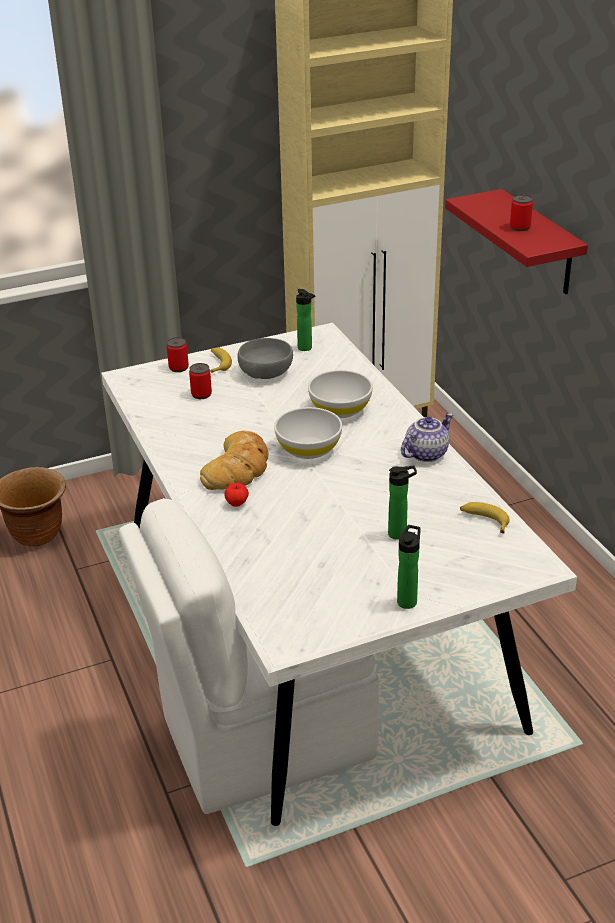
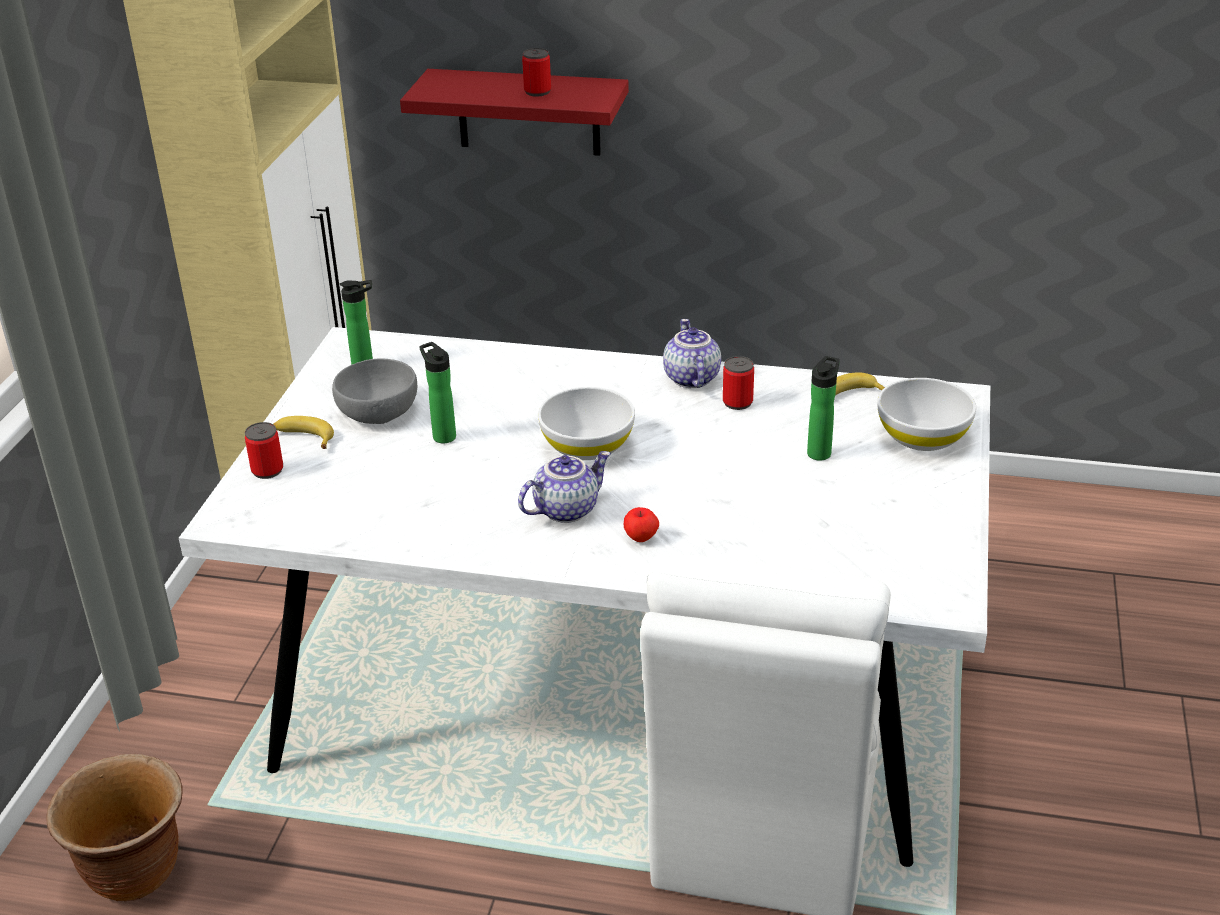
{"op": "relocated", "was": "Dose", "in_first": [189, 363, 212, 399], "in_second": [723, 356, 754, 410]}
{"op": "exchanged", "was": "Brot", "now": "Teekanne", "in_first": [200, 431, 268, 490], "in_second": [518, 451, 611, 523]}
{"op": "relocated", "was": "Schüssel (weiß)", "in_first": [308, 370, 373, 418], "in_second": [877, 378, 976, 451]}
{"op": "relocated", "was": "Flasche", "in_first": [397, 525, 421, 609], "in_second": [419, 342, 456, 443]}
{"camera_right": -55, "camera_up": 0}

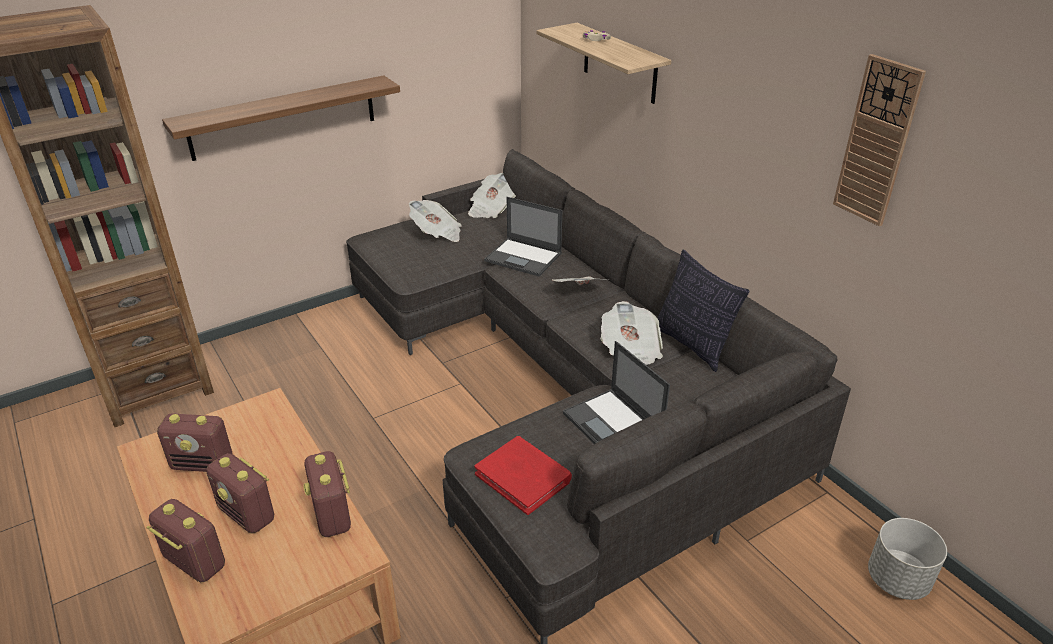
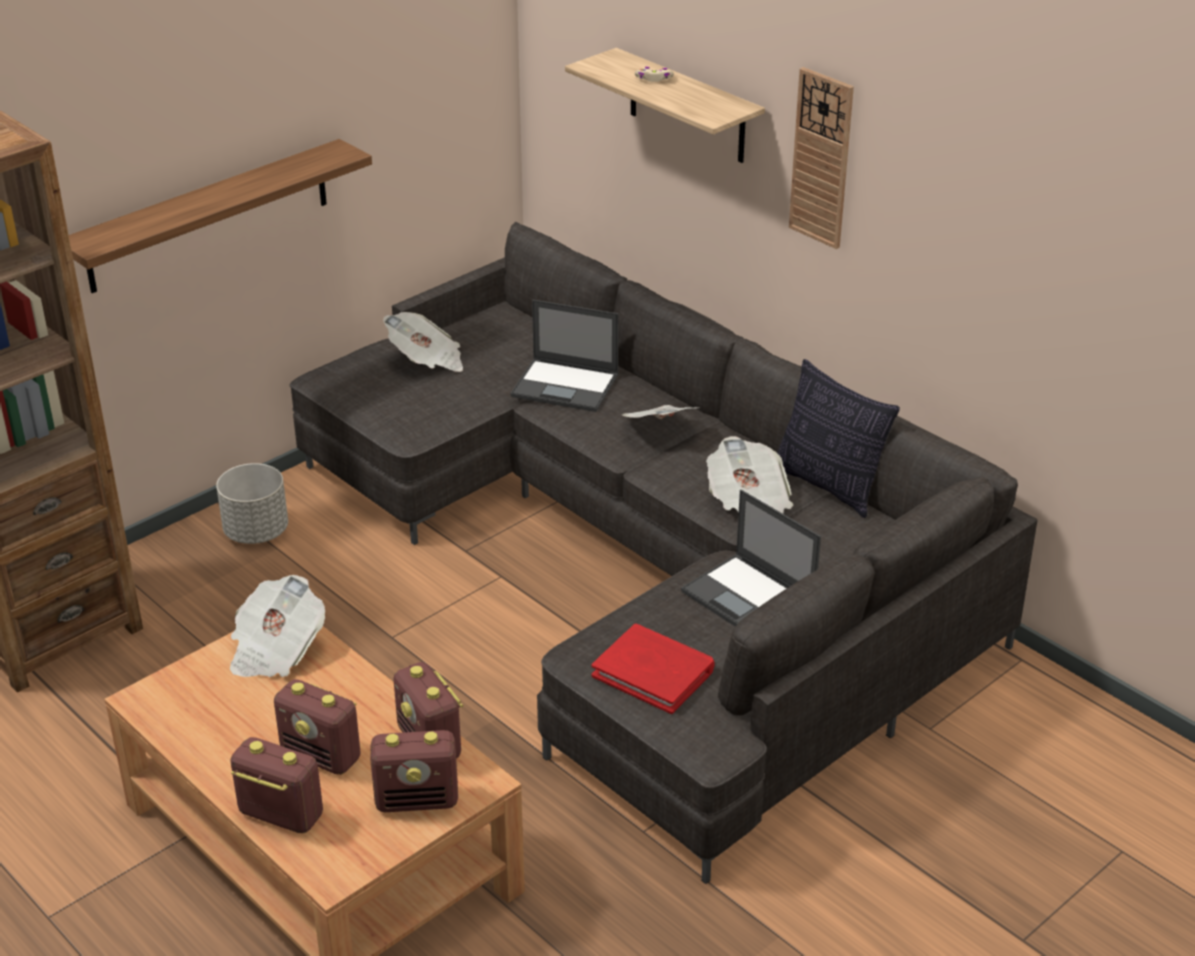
{"op": "relocated", "was": "Radio", "in_first": [157, 413, 233, 472], "in_second": [370, 730, 458, 812]}
{"op": "relocated", "was": "Zeitung", "in_first": [468, 173, 516, 218], "in_second": [230, 575, 325, 677]}
{"op": "relocated", "was": "Wanduhr", "in_first": [833, 54, 926, 226], "in_second": [789, 67, 854, 249]}
{"op": "relocated", "was": "Pflanzkübel (grau)", "in_first": [868, 518, 947, 600], "in_second": [216, 463, 288, 544]}
{"camera_right": -10, "camera_up": 0}

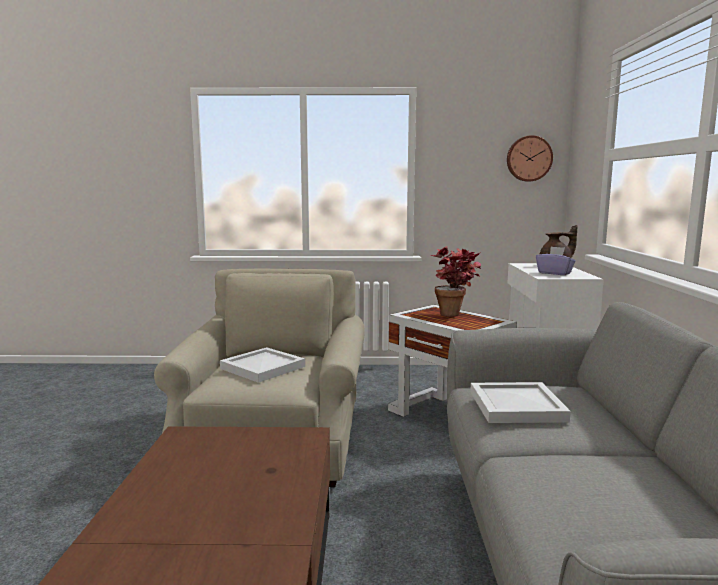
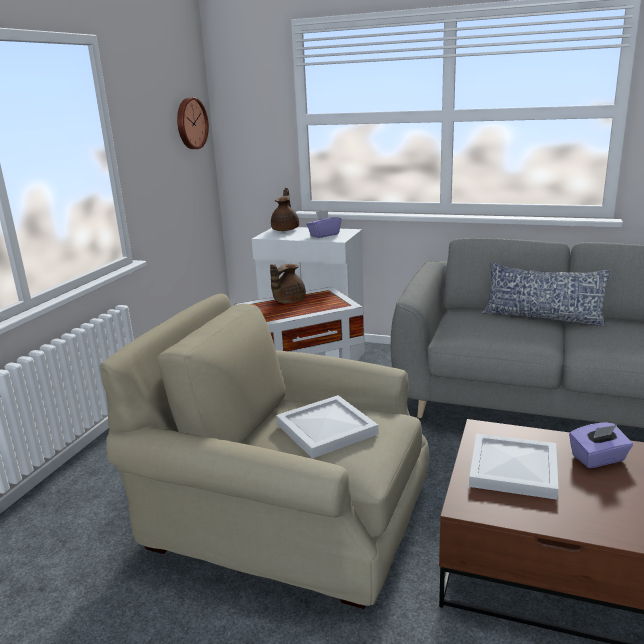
{"op": "exchanged", "was": "Topfpflanze", "now": "Teekanne (braun)", "in_first": [430, 246, 481, 317], "in_second": [270, 264, 306, 304]}
{"op": "relocated", "was": "Tablett (weiß)", "in_first": [470, 382, 571, 423], "in_second": [469, 433, 559, 500]}
{"op": "appeared", "now": "Kissen", "in_second": [482, 262, 612, 326]}
{"op": "appeared", "now": "Taschentuchbox (lila)", "in_second": [569, 422, 633, 468]}
{"camera_right": -70, "camera_up": 10}

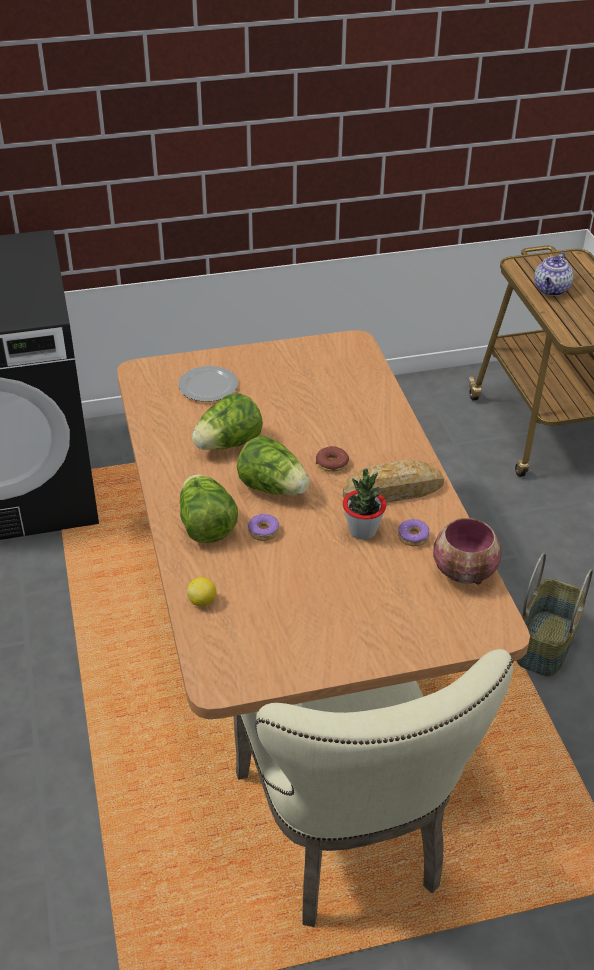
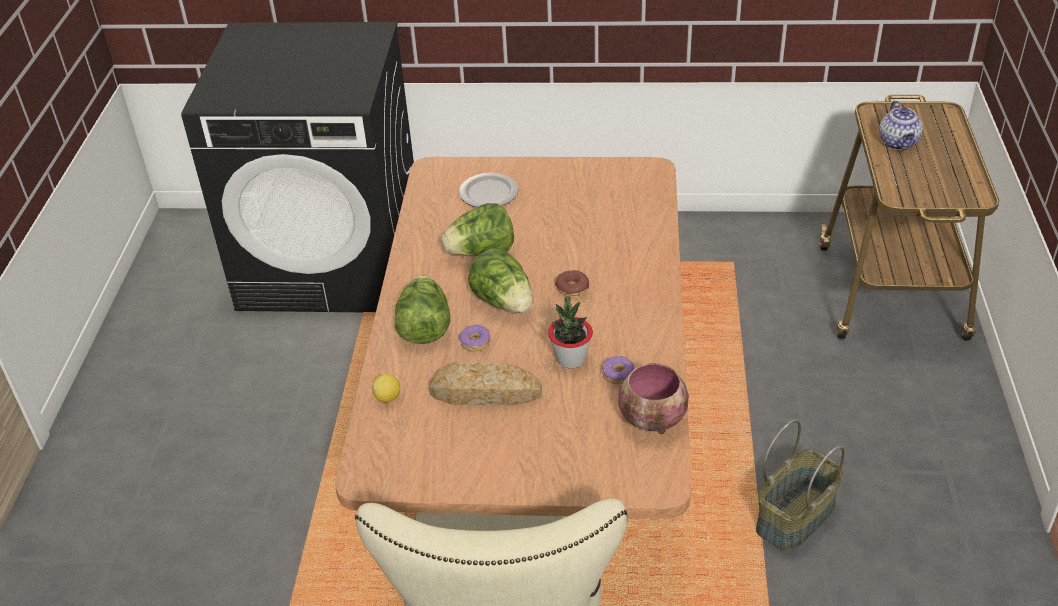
{"op": "relocated", "was": "Brot", "in_first": [343, 460, 444, 503], "in_second": [429, 362, 542, 406]}
{"op": "spun", "was": "Teekanne", "in_first": [534, 252, 573, 296], "in_second": [879, 101, 923, 150], "clockwise": -45}
{"camera_right": 20, "camera_up": 0}

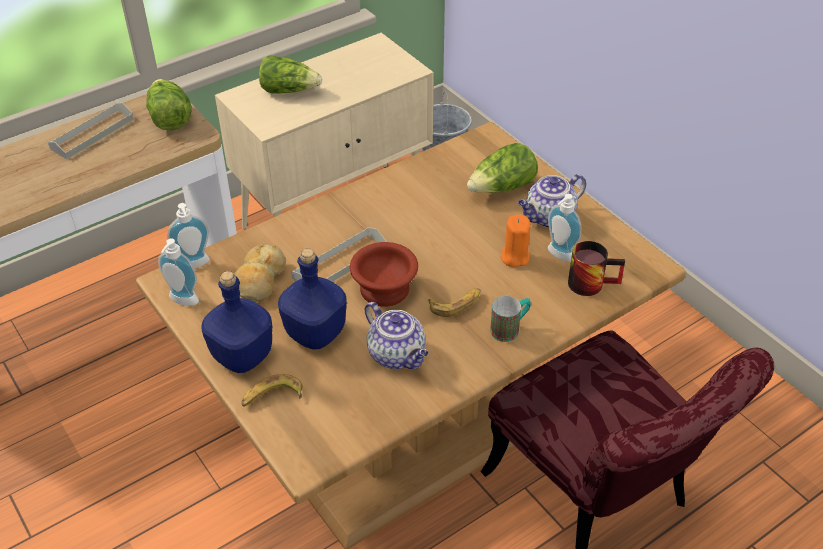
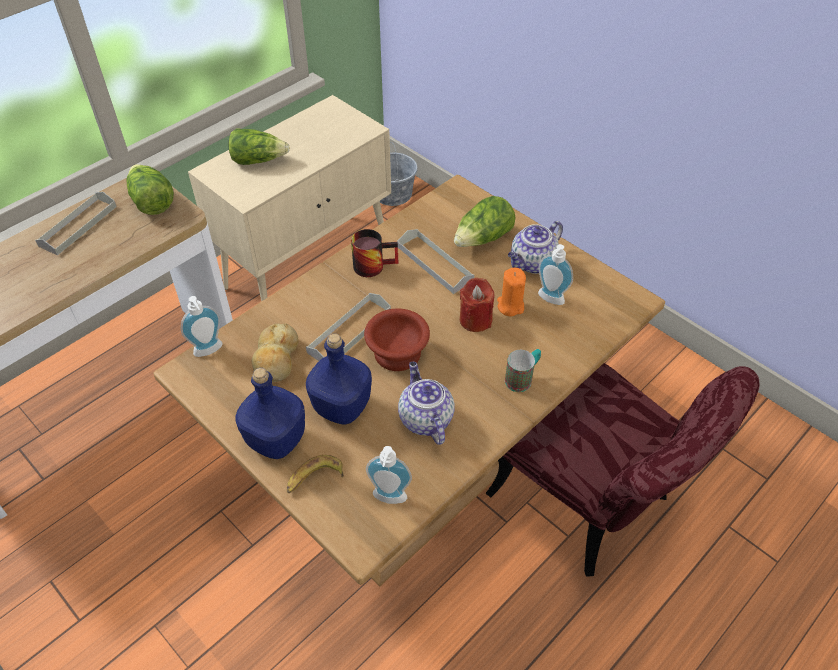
{"op": "relocated", "was": "Seifenspender", "in_first": [158, 238, 199, 305], "in_second": [366, 446, 412, 504]}
{"op": "spun", "was": "Teekanne", "in_first": [365, 302, 429, 369], "in_second": [398, 362, 455, 445], "clockwise": -150}
{"op": "missing", "was": "Banane", "in_first": [428, 288, 481, 317]}
{"op": "relocated", "was": "Henkelbecher", "in_first": [568, 241, 625, 296], "in_second": [351, 229, 398, 277]}
{"op": "appeared", "now": "Tablett (grau)", "in_second": [397, 229, 475, 294]}
{"op": "appeared", "now": "Kerze (rot)", "in_second": [460, 278, 494, 332]}
{"camera_right": -10, "camera_up": 5}

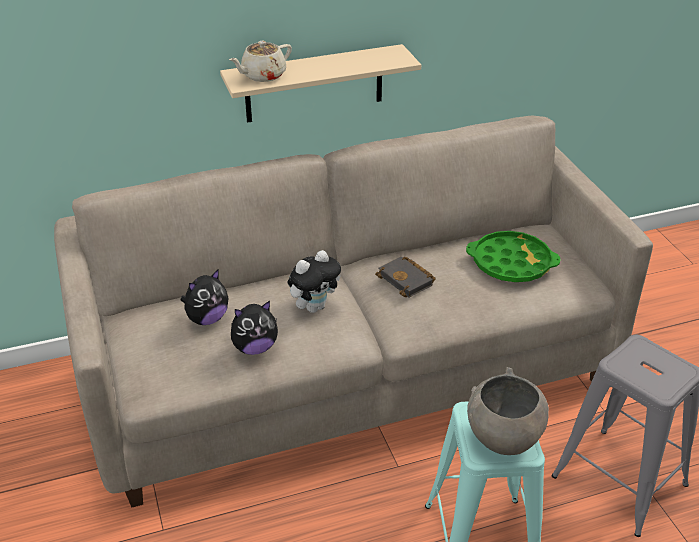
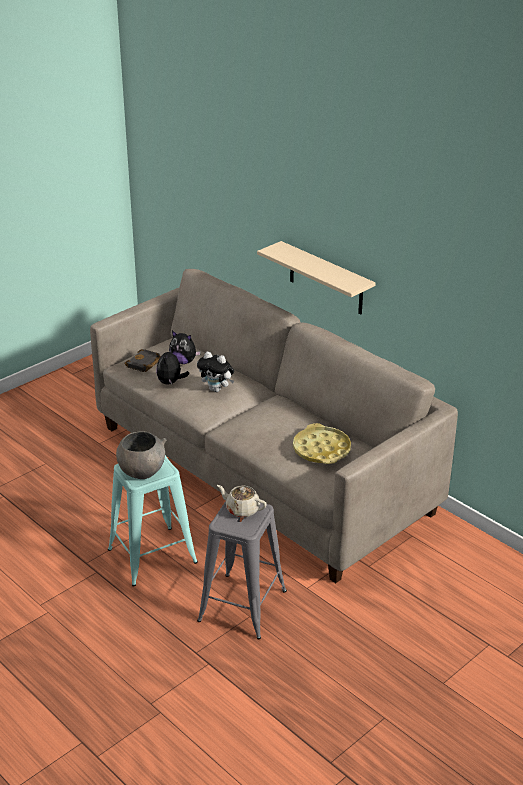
{"op": "relocated", "was": "Teekanne (beige)", "in_first": [229, 41, 292, 82], "in_second": [217, 485, 267, 518]}
{"op": "spun", "was": "Plüschtier", "in_first": [231, 301, 278, 355], "in_second": [156, 347, 190, 384], "clockwise": 60}
{"op": "relocated", "was": "Buch (schwarz)", "in_first": [375, 257, 436, 297], "in_second": [124, 349, 161, 372]}
{"op": "colour", "was": "Tablett (grün)", "now": "Tablett (gelb)", "in_first": [466, 231, 560, 282], "in_second": [293, 423, 351, 464]}
{"camera_right": 65, "camera_up": -5}

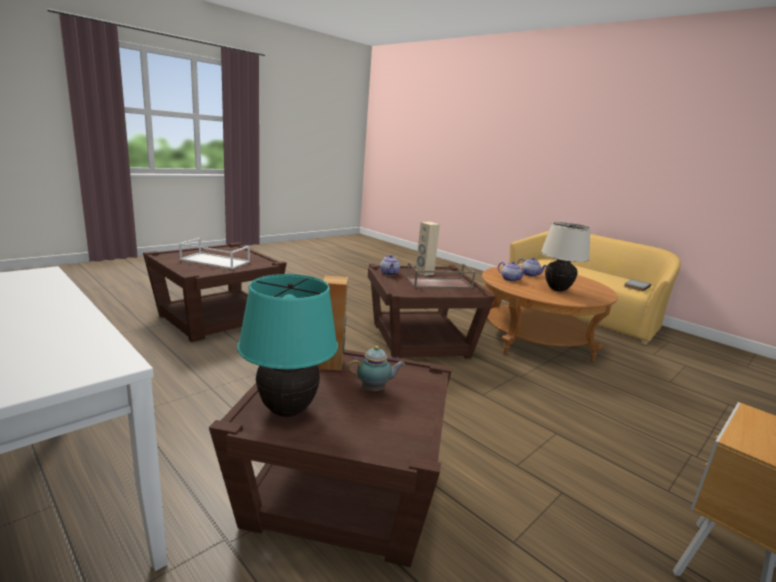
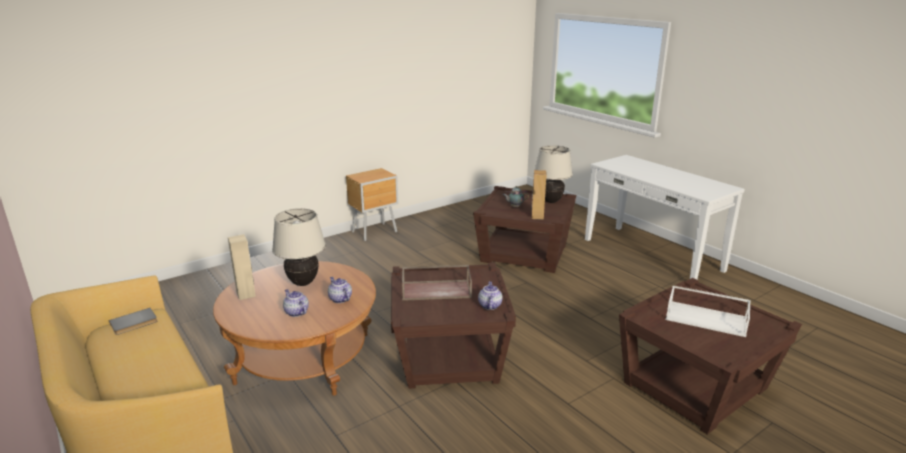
{"op": "colour", "was": "Tischlampe (türkis)", "now": "Tischlampe (beige)", "in_first": [237, 274, 338, 417], "in_second": [535, 145, 573, 203]}
{"op": "relocated", "was": "Lautsprecher (beige)", "in_first": [415, 222, 440, 276], "in_second": [228, 234, 256, 300]}
{"camera_right": -170, "camera_up": 5}

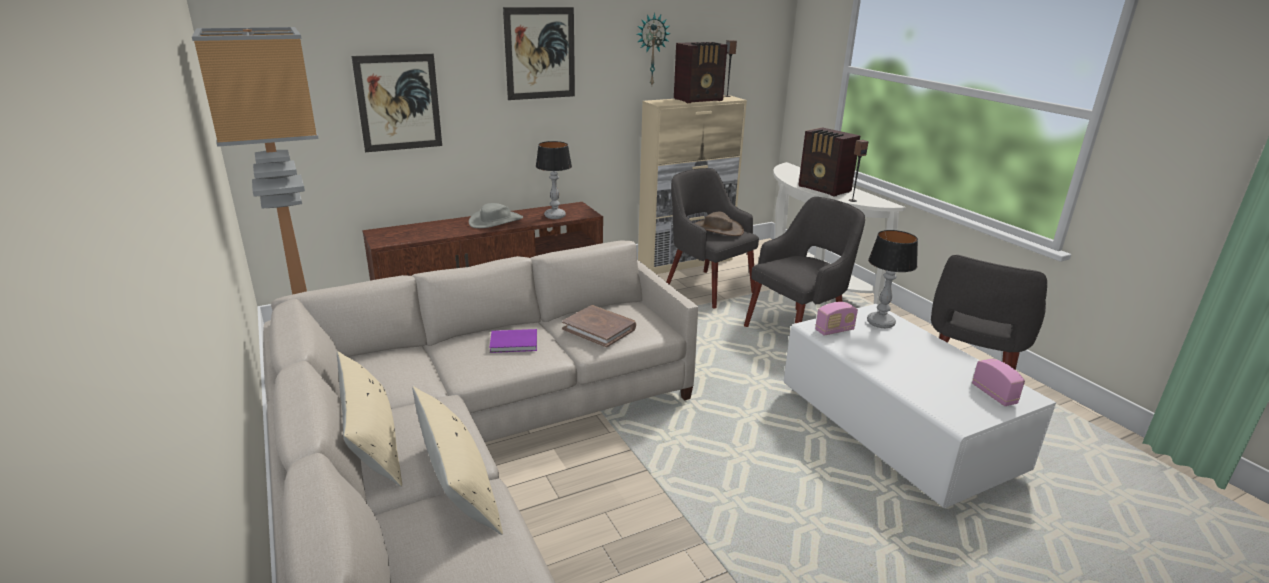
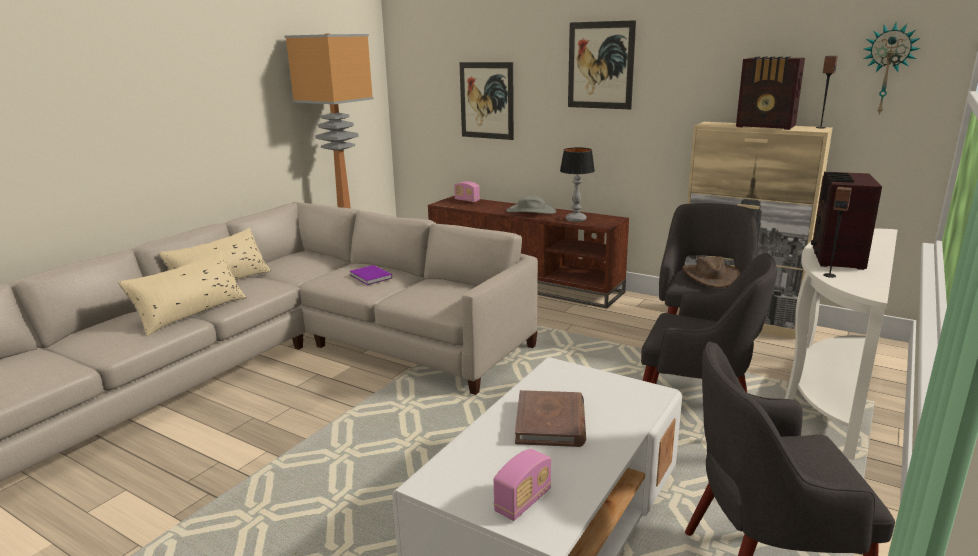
{"op": "relocated", "was": "Buch (braun)", "in_first": [562, 305, 636, 347], "in_second": [515, 390, 586, 447]}
{"op": "relocated", "was": "Wanduhr", "in_first": [637, 13, 671, 85], "in_second": [864, 23, 920, 115]}
{"op": "relocated", "was": "Radio", "in_first": [815, 302, 858, 336], "in_second": [454, 181, 480, 202]}
{"op": "missing", "was": "Tischlampe", "in_first": [867, 230, 918, 328]}
{"camera_right": 60, "camera_up": -5}

